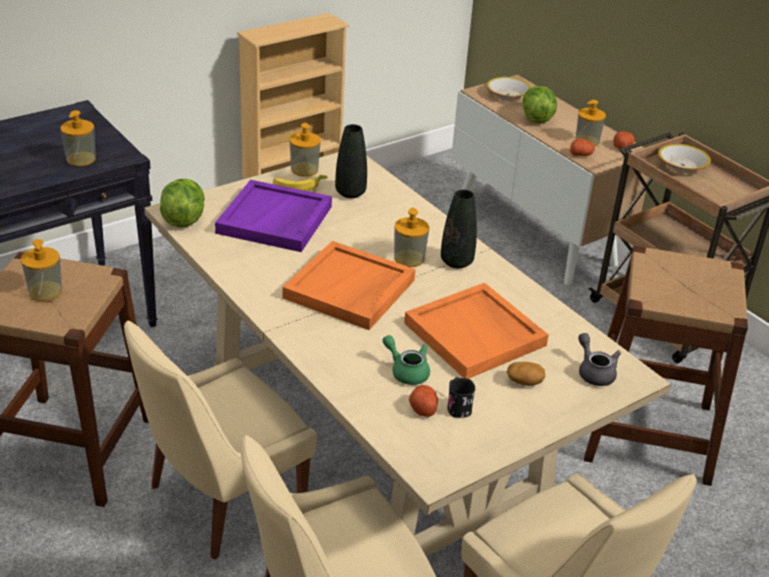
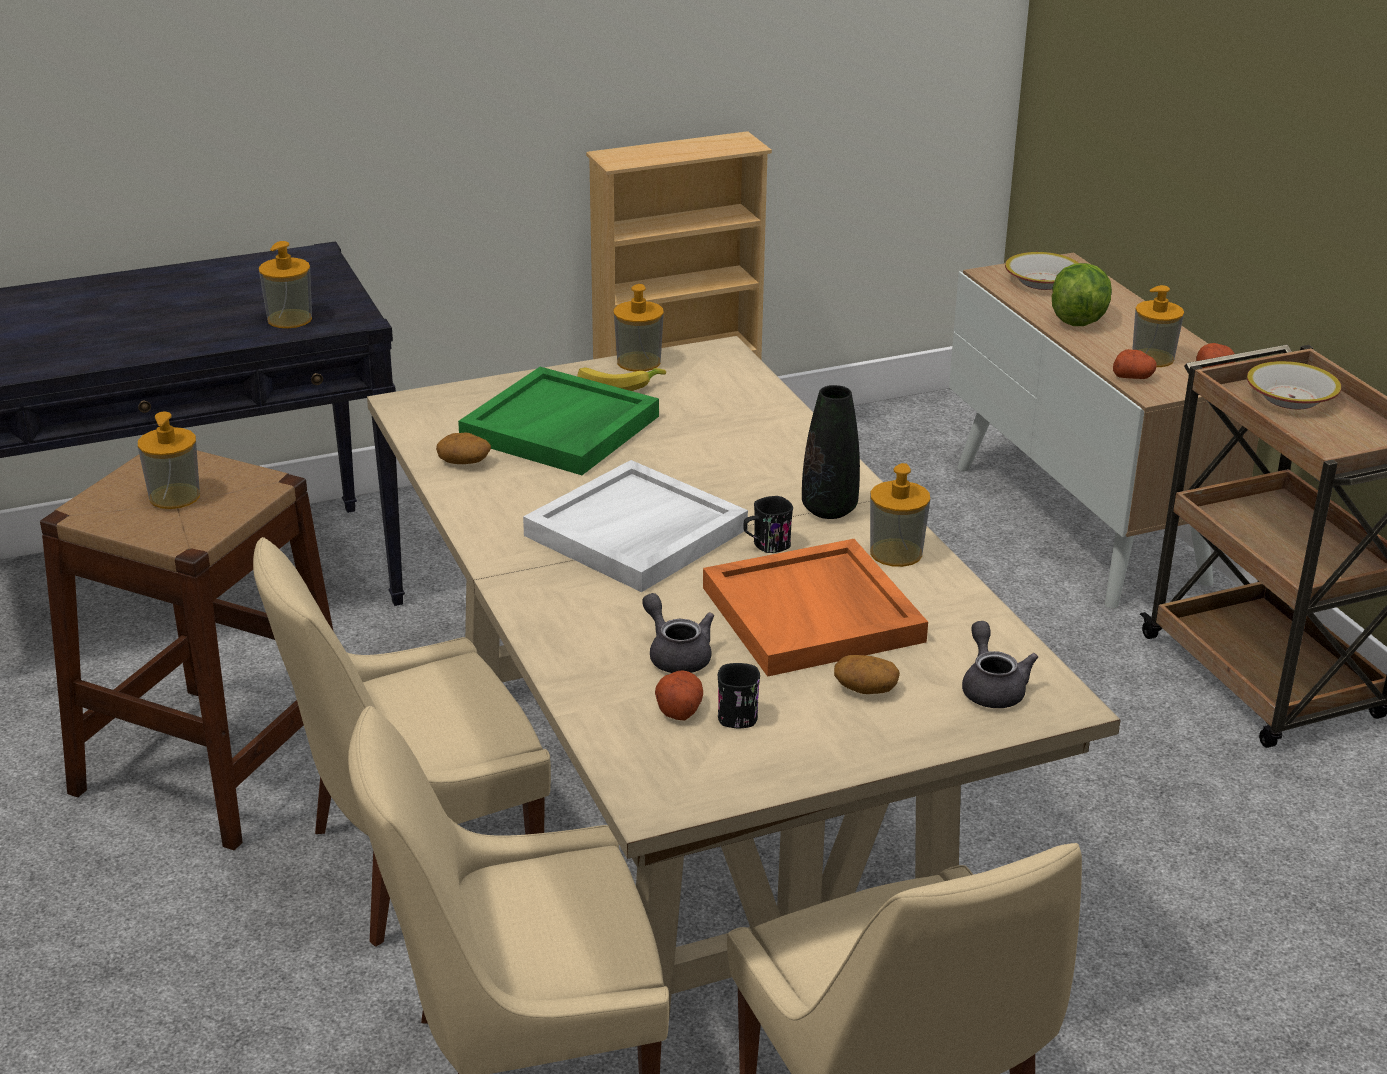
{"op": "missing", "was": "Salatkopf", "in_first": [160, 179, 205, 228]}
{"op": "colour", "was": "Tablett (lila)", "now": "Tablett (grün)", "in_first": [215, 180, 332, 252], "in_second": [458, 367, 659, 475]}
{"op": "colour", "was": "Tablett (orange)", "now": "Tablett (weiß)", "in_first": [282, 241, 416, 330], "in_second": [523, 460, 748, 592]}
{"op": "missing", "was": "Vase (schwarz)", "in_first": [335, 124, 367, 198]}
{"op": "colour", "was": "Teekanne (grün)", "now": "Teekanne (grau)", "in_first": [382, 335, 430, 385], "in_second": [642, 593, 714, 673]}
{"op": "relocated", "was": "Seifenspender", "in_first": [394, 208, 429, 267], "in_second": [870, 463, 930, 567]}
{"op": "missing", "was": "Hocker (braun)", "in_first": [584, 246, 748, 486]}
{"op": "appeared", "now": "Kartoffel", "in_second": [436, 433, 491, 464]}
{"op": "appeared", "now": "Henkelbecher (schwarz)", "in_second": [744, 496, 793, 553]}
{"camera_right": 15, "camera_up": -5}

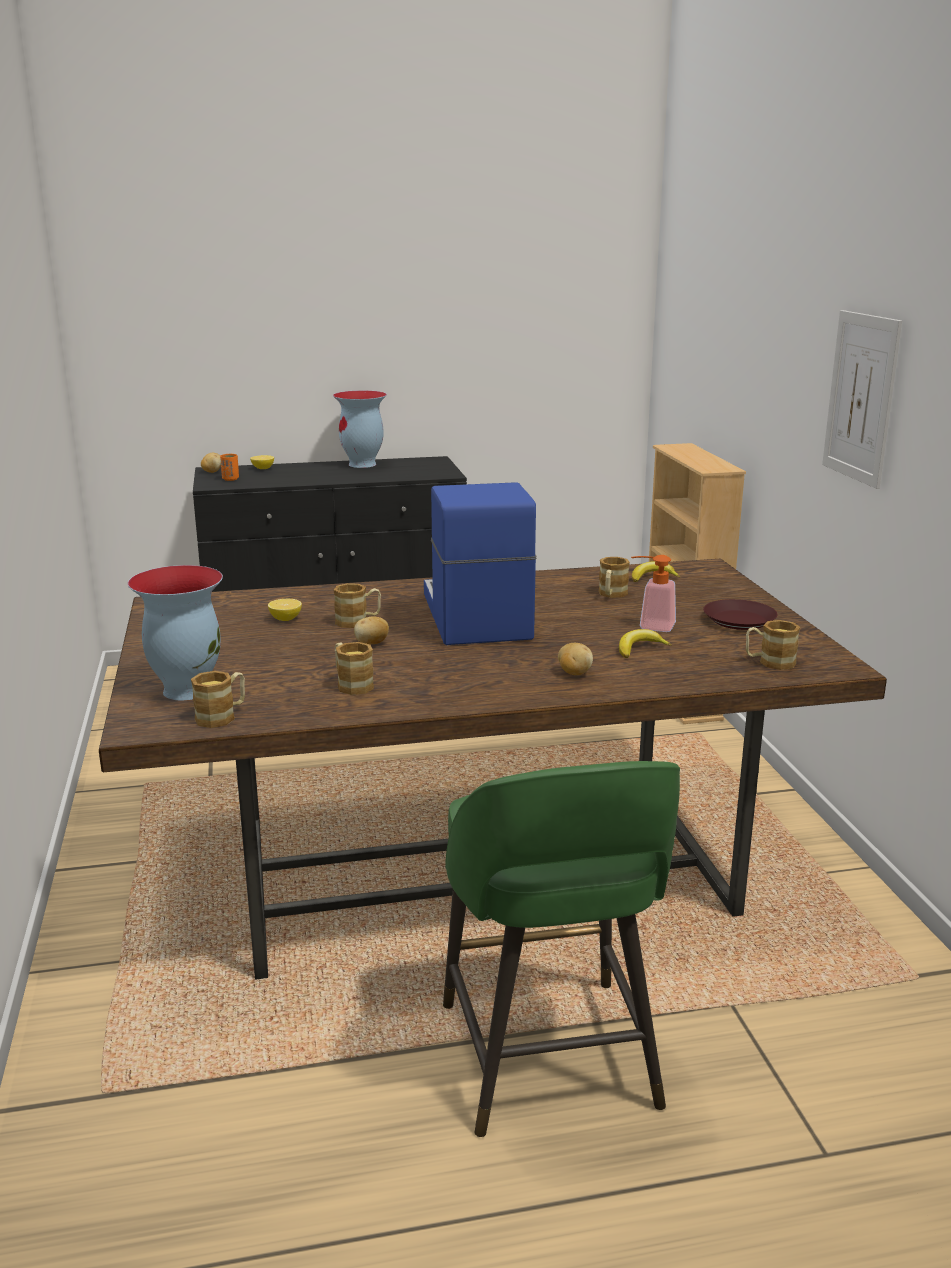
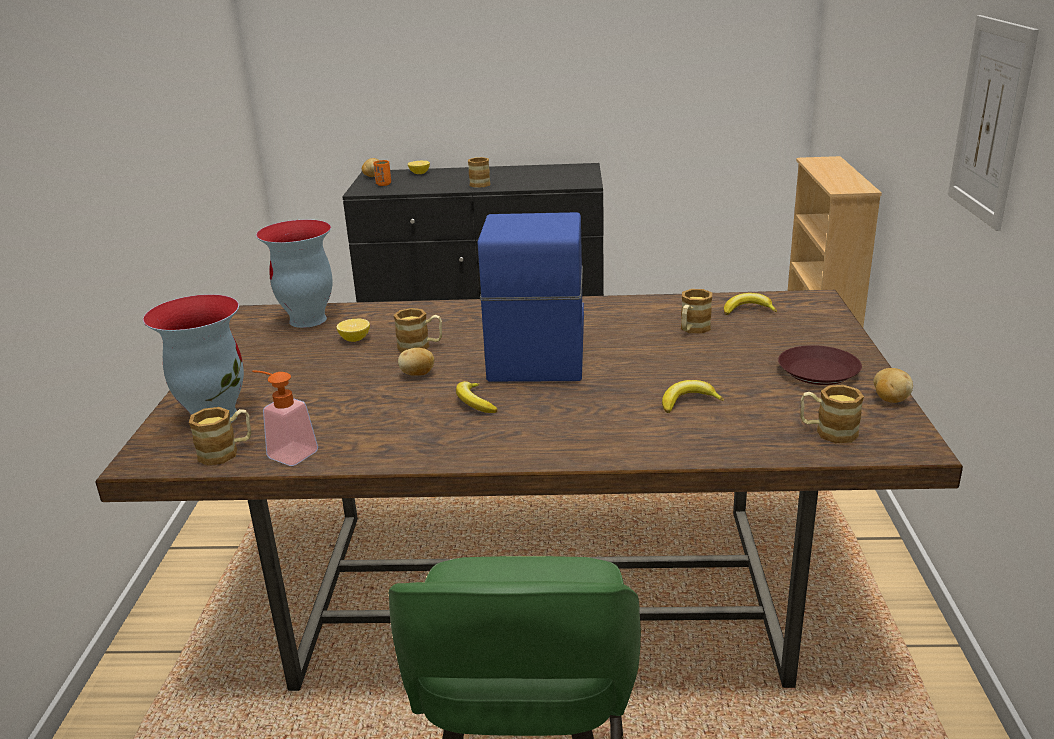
{"op": "relocated", "was": "Vase", "in_first": [333, 390, 387, 468], "in_second": [256, 220, 332, 328]}
{"op": "relocated", "was": "Henkelbecher", "in_first": [335, 642, 374, 695], "in_second": [468, 157, 490, 188]}
{"op": "relocated", "was": "Kartoffel", "in_first": [558, 643, 593, 675], "in_second": [873, 368, 913, 403]}
{"op": "relocated", "was": "Seifenspender", "in_first": [631, 555, 676, 632], "in_second": [252, 370, 318, 466]}
{"op": "appeared", "now": "Banane", "in_second": [456, 381, 498, 413]}
{"camera_right": 15, "camera_up": 5}

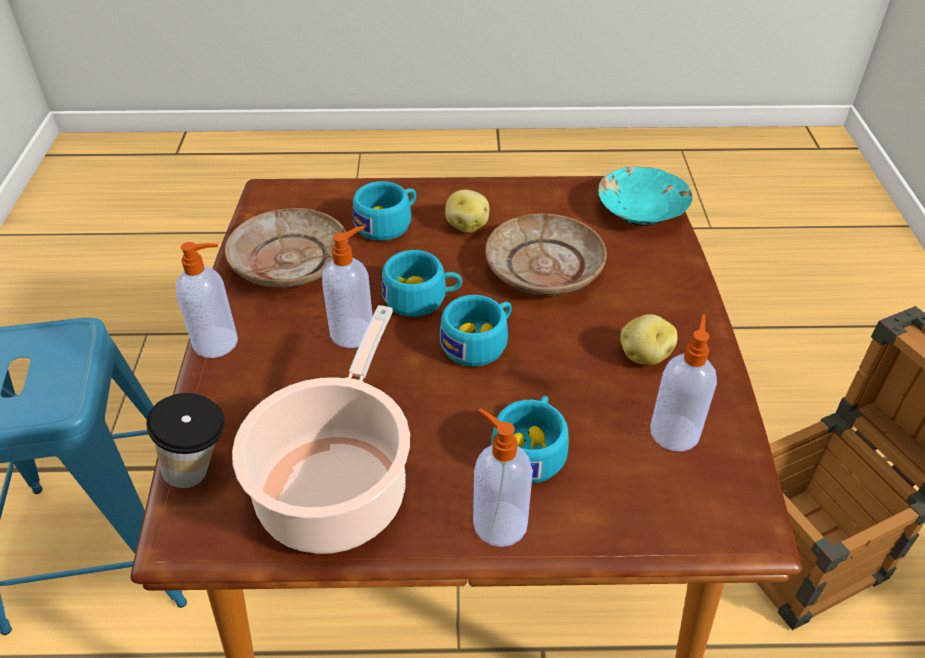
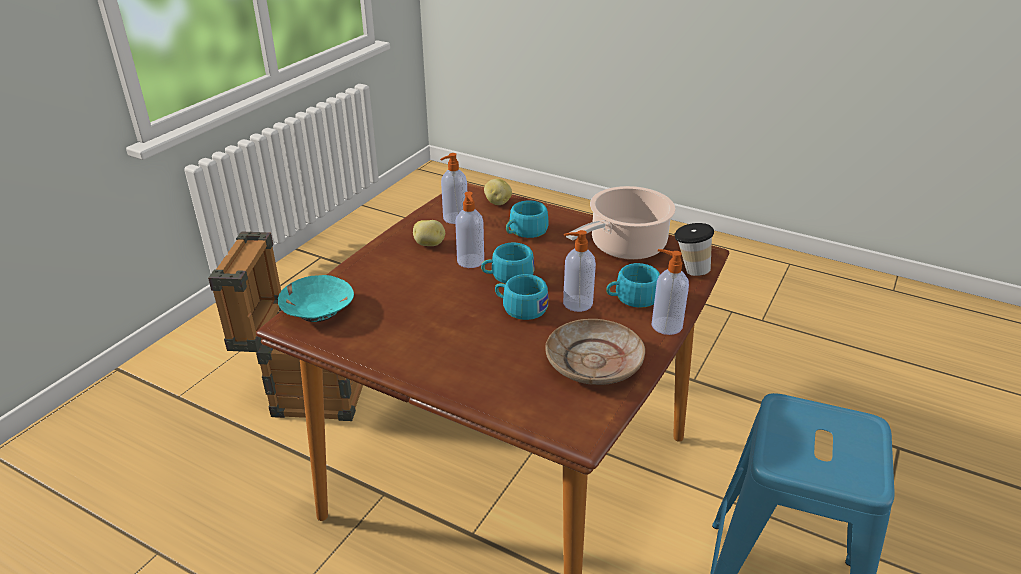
{"op": "relocated", "was": "Tasse (türkis)", "in_first": [353, 181, 416, 241], "in_second": [606, 263, 660, 308]}
{"op": "relocated", "was": "Kartoffel", "in_first": [445, 190, 489, 233], "in_second": [484, 179, 512, 205]}
{"op": "relocated", "was": "Seifenspender", "in_first": [473, 409, 533, 547], "in_second": [455, 192, 484, 268]}
{"op": "missing", "was": "Teller (beige)", "in_first": [485, 213, 607, 295]}
{"camera_right": -150, "camera_up": -10}

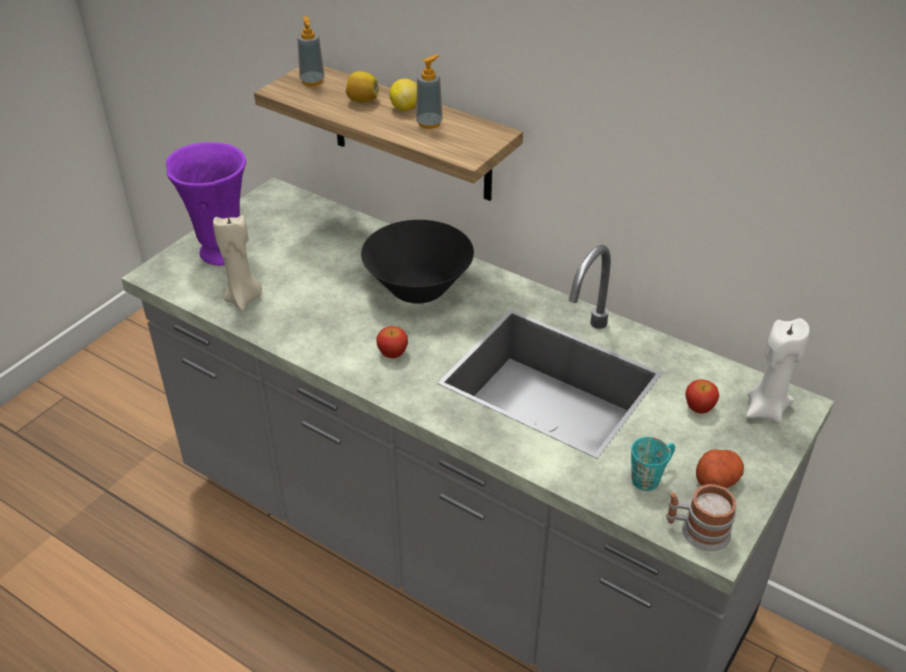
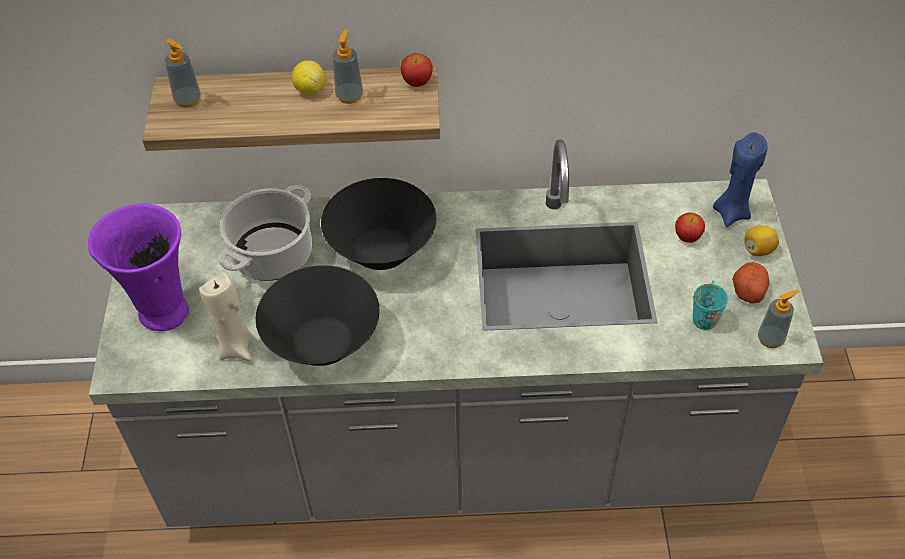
{"op": "relocated", "was": "Zitrone", "in_first": [346, 71, 379, 102], "in_second": [744, 225, 779, 256]}
{"op": "relocated", "was": "Apfel", "in_first": [377, 326, 408, 358], "in_second": [400, 53, 432, 87]}
{"op": "exchanged", "was": "Henkelbecher", "now": "Seifenspender", "in_first": [666, 484, 736, 552], "in_second": [758, 290, 799, 348]}
{"op": "colour", "was": "Kerze (weiß)", "now": "Kerze (blau)", "in_first": [746, 318, 810, 423], "in_second": [713, 132, 768, 227]}
{"op": "appeared", "now": "Kochtopf", "in_second": [219, 185, 312, 281]}
{"op": "appeared", "now": "Schüssel (schwarz)", "in_second": [256, 265, 380, 366]}
{"camera_right": -35, "camera_up": 10}

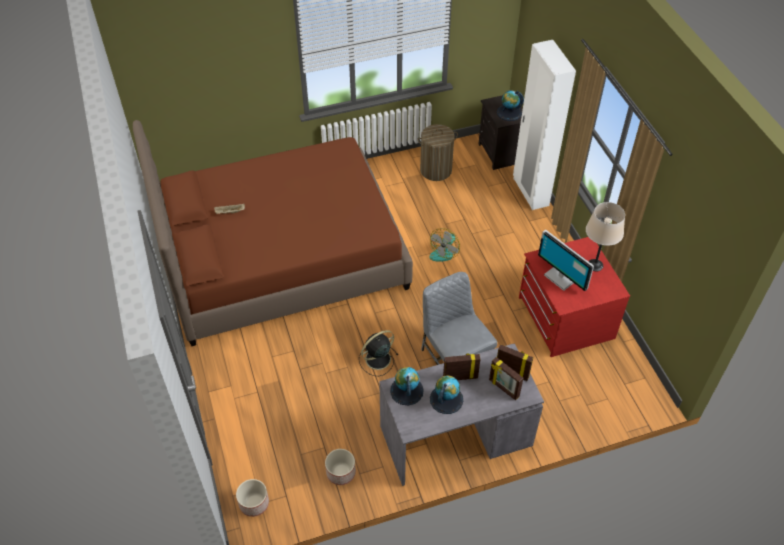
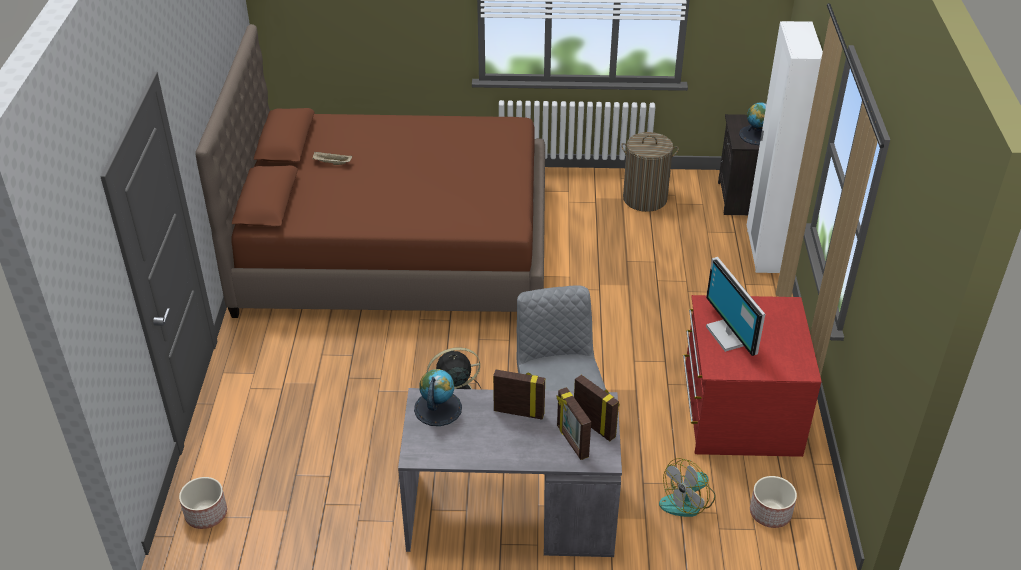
{"op": "relocated", "was": "Pflanzkübel", "in_first": [325, 449, 356, 485], "in_second": [750, 476, 797, 528]}
{"op": "relocated", "was": "Ventilator", "in_first": [429, 228, 460, 262], "in_second": [659, 458, 716, 517]}
{"op": "missing", "was": "Globus", "in_first": [430, 375, 463, 414]}
{"op": "missing", "was": "Tischlampe (beige)", "in_first": [586, 202, 625, 271]}
{"camera_right": 20, "camera_up": -10}

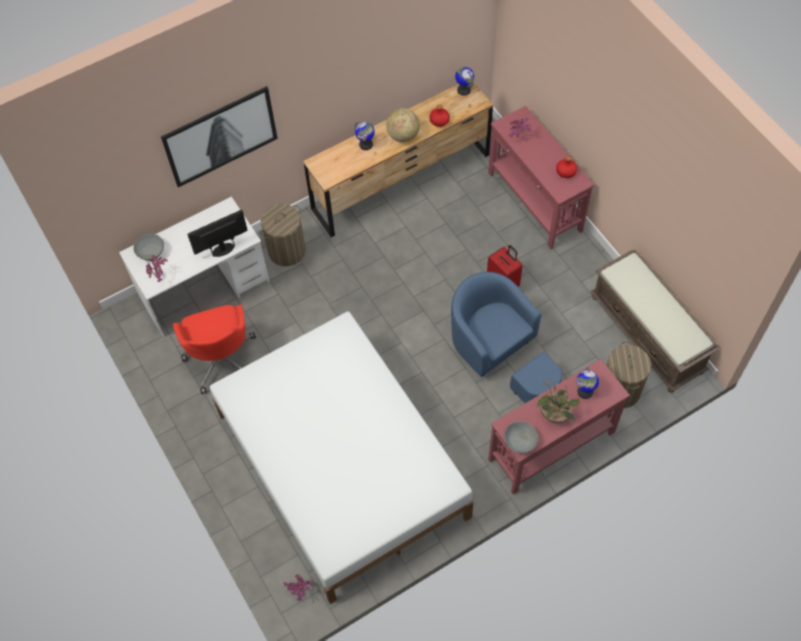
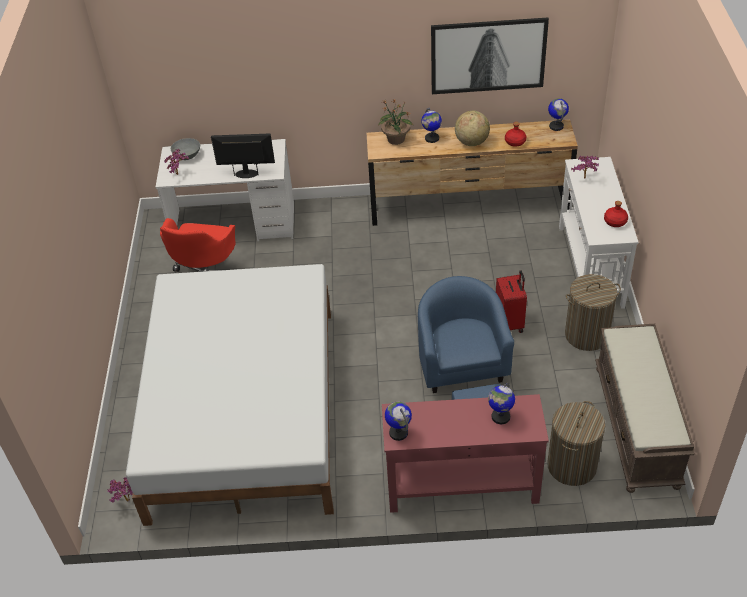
{"op": "relocated", "was": "Bild", "in_first": [161, 86, 278, 187], "in_second": [431, 17, 549, 94]}
{"op": "relocated", "was": "Wäschekorb", "in_first": [260, 204, 306, 266], "in_second": [565, 274, 621, 351]}
{"op": "colour", "was": "Konsolentisch (rot)", "now": "Konsolentisch (weiß)", "in_first": [488, 106, 594, 249], "in_second": [559, 157, 639, 309]}
{"op": "exchanged", "was": "Schüssel (grau)", "now": "Globus", "in_first": [504, 421, 538, 453], "in_second": [385, 402, 412, 441]}
{"op": "relocated", "was": "Topfpflanze", "in_first": [537, 381, 581, 423], "in_second": [379, 100, 413, 145]}
{"camera_right": 30, "camera_up": -15}

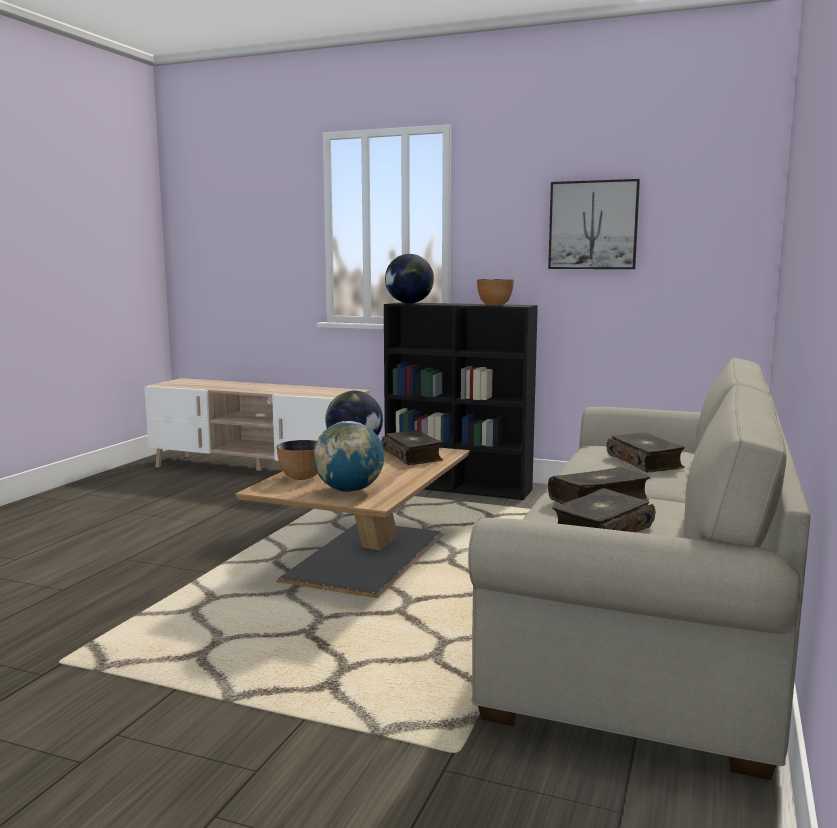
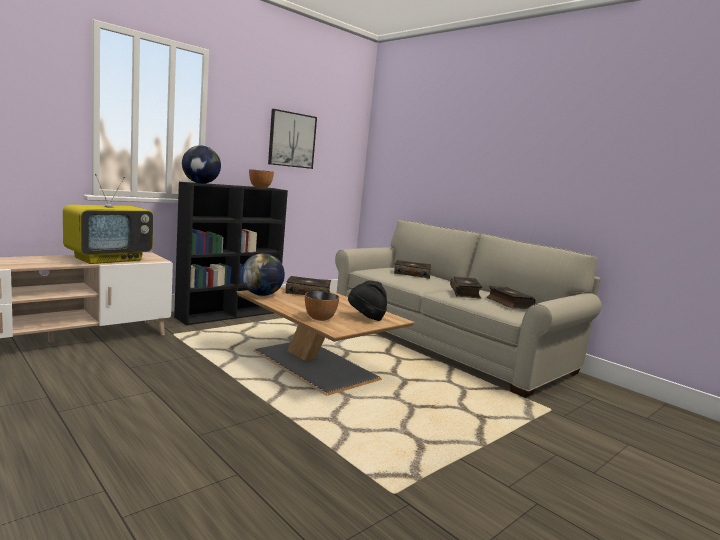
{"op": "exchanged", "was": "Globus", "now": "Hut (schwarz)", "in_first": [313, 421, 384, 492], "in_second": [348, 280, 387, 321]}
{"op": "appeared", "now": "Fernseher", "in_second": [63, 174, 154, 264]}
{"camera_right": -65, "camera_up": 0}

